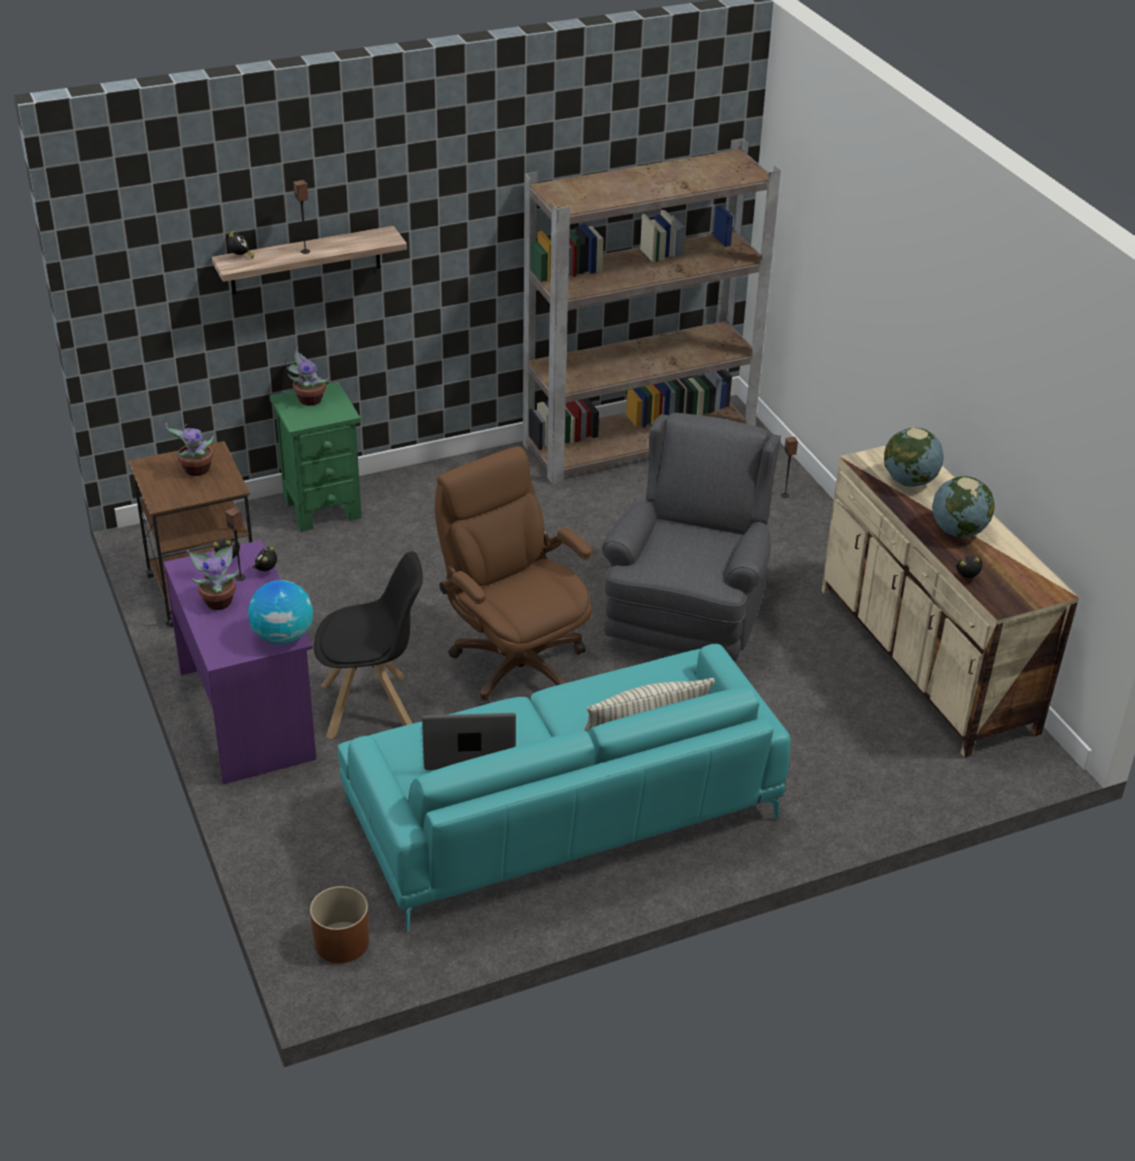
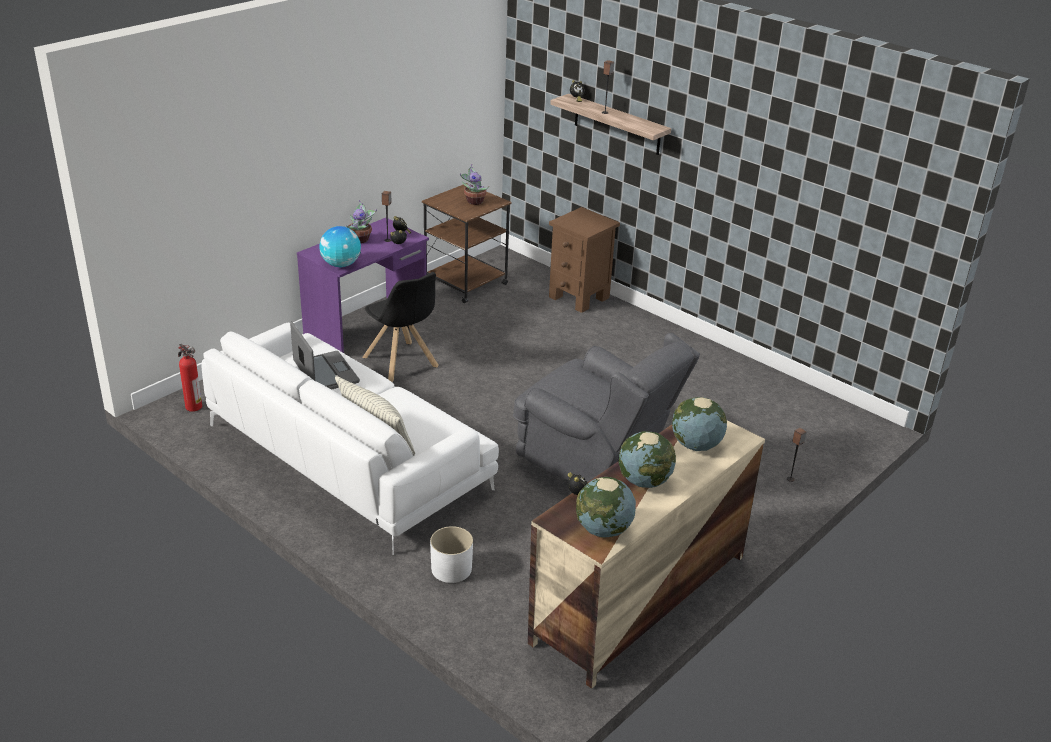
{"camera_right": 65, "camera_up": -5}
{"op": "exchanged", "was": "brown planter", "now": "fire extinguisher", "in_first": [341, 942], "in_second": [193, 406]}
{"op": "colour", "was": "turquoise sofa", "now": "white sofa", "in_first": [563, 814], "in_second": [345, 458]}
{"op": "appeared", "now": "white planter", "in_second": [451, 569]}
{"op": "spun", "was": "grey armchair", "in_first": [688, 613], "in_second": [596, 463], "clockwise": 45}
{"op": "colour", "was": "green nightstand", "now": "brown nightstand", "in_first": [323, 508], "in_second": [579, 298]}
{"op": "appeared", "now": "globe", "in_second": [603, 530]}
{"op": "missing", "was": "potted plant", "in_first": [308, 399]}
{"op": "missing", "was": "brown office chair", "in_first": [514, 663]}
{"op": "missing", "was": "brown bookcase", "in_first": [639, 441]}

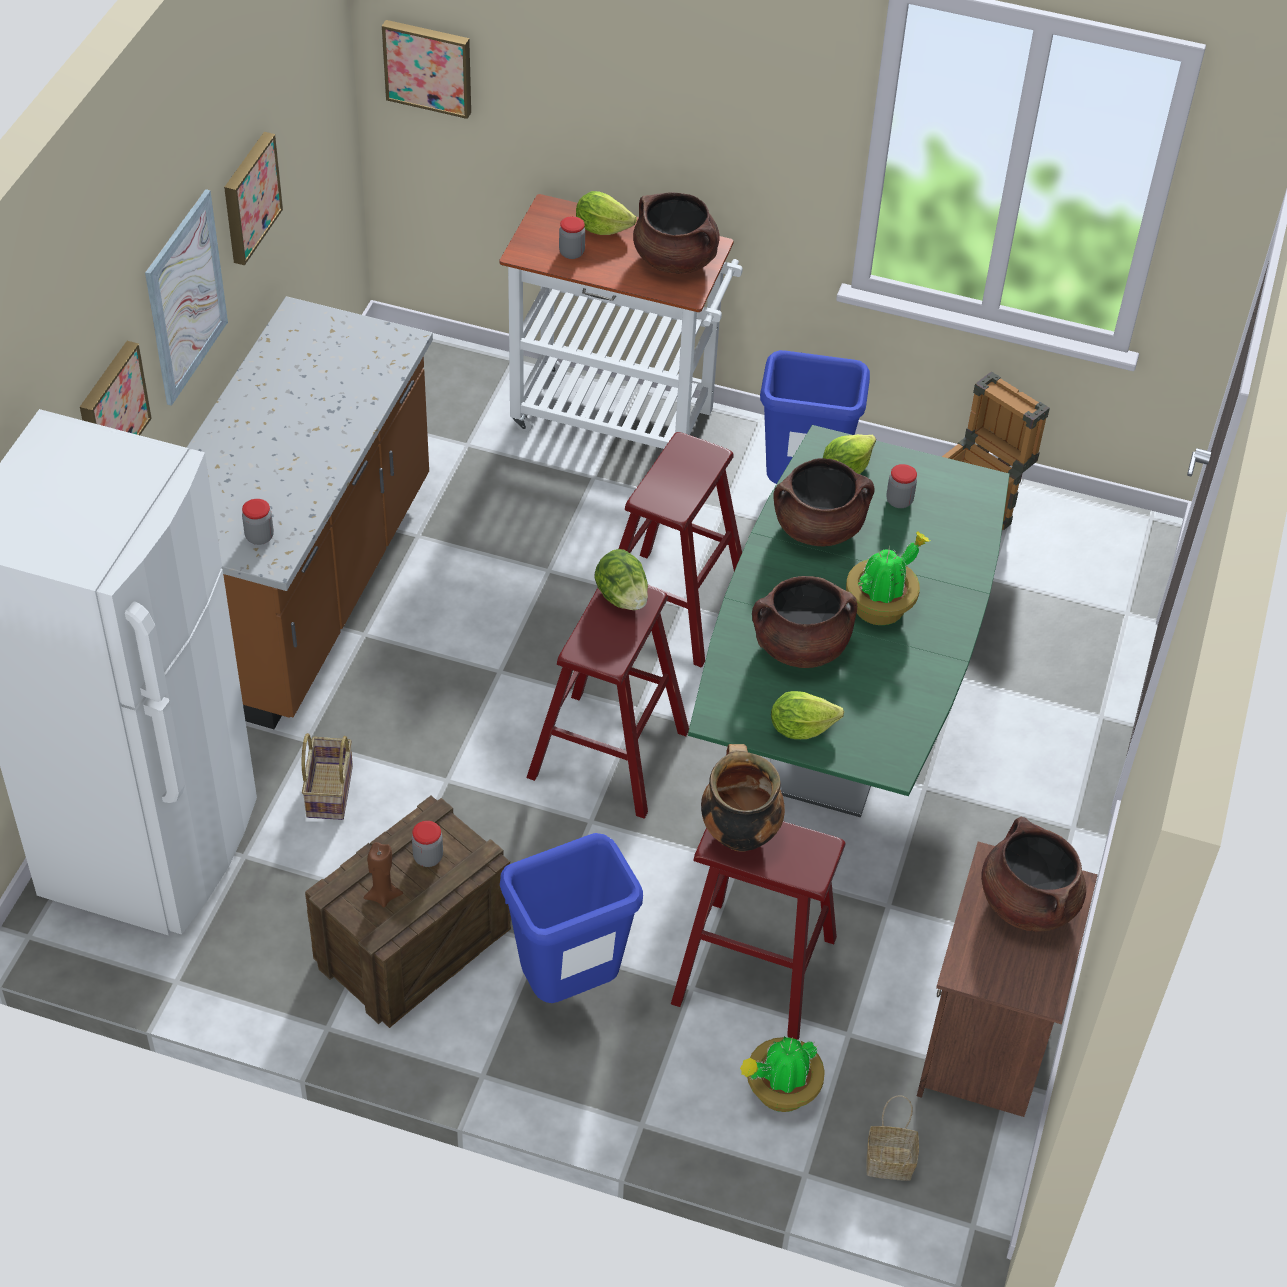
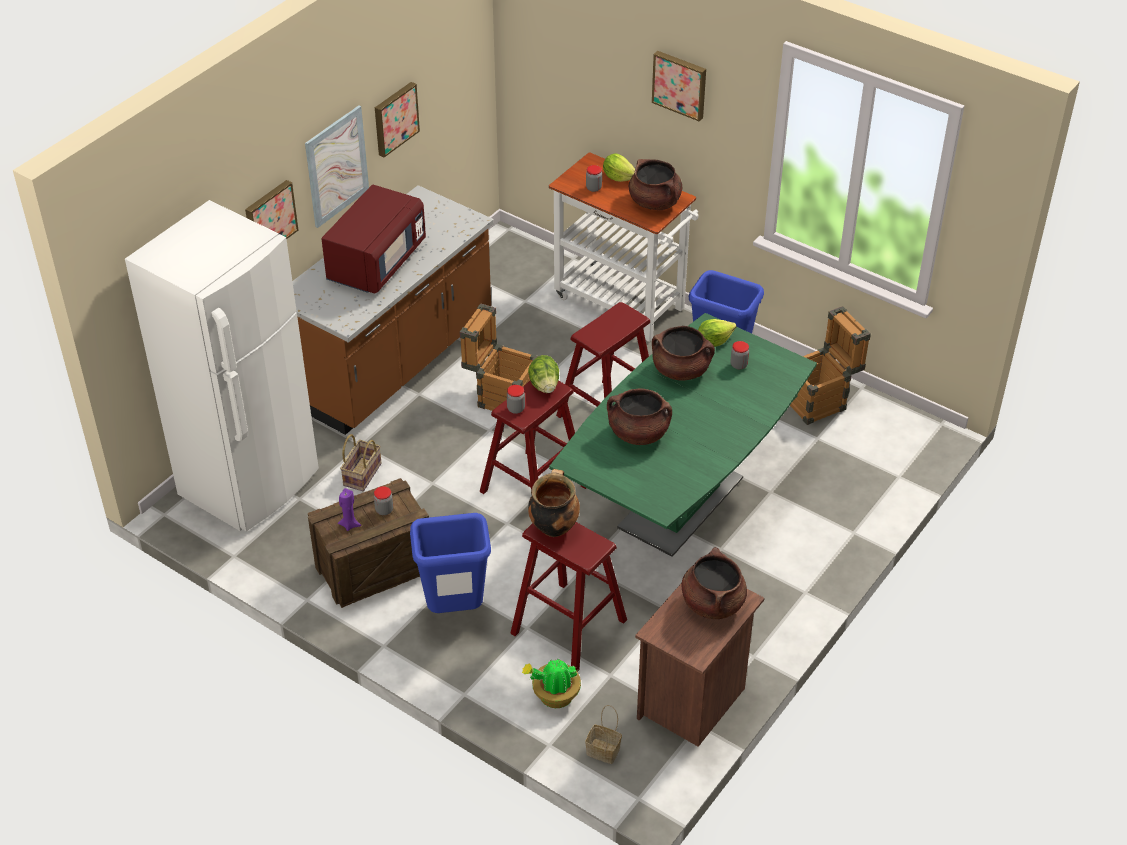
{"camera_right": 20, "camera_up": -5}
{"op": "appeared", "now": "red microwave", "in_second": [376, 263]}
{"op": "colour", "was": "brown candle", "now": "purple candle", "in_first": [382, 895], "in_second": [349, 524]}
{"op": "appeared", "now": "crate", "in_second": [501, 396]}
{"op": "relocated", "was": "jar", "in_first": [259, 537], "in_second": [516, 409]}
{"op": "relocated", "was": "picture", "in_first": [429, 66], "in_second": [680, 84]}
{"op": "missing", "was": "lettuce", "in_first": [800, 728]}
{"op": "missing", "was": "potted plant", "in_first": [881, 607]}

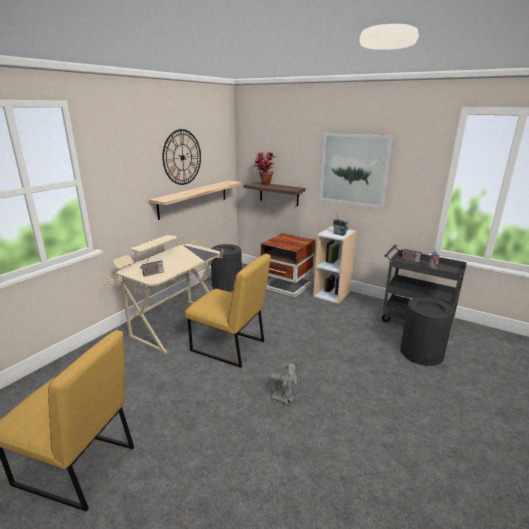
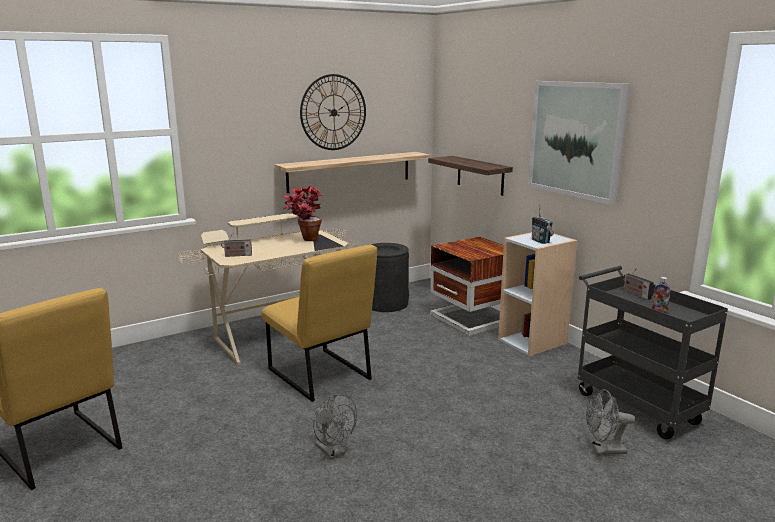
{"camera_right": 25, "camera_up": -5}
{"op": "relocated", "was": "potted plant", "in_first": [263, 184], "in_second": [304, 240]}
{"op": "exchanged", "was": "black trash can", "now": "grey fan", "in_first": [421, 353], "in_second": [604, 450]}

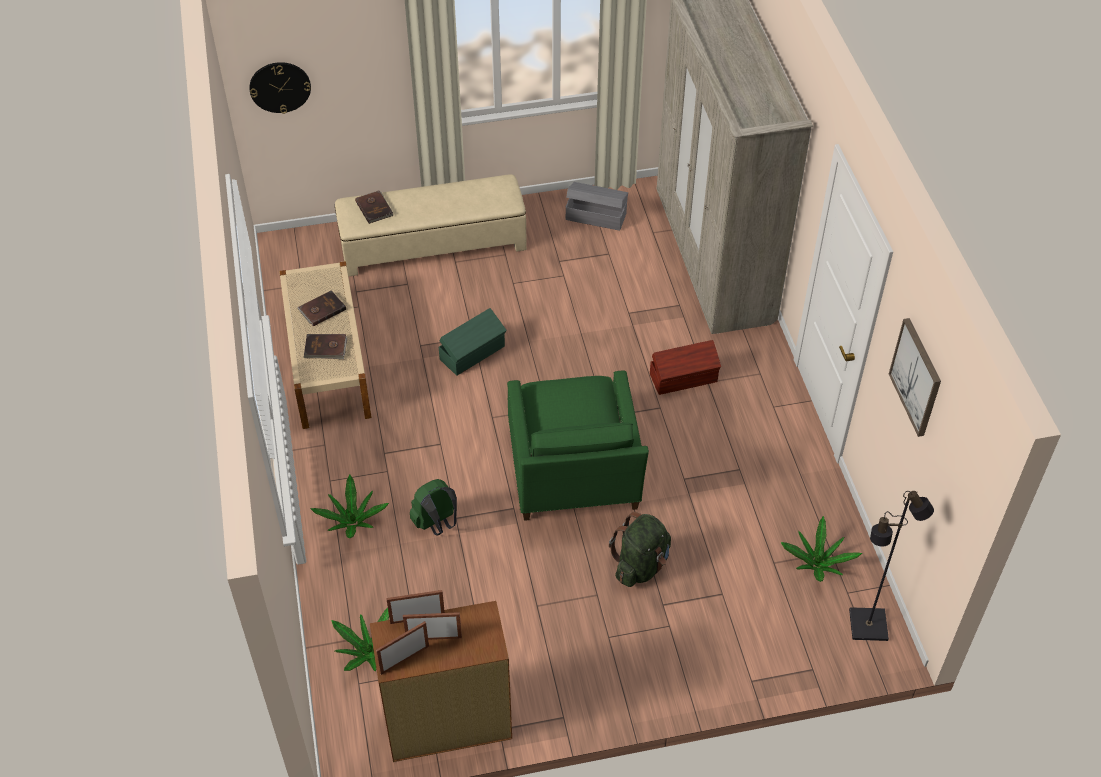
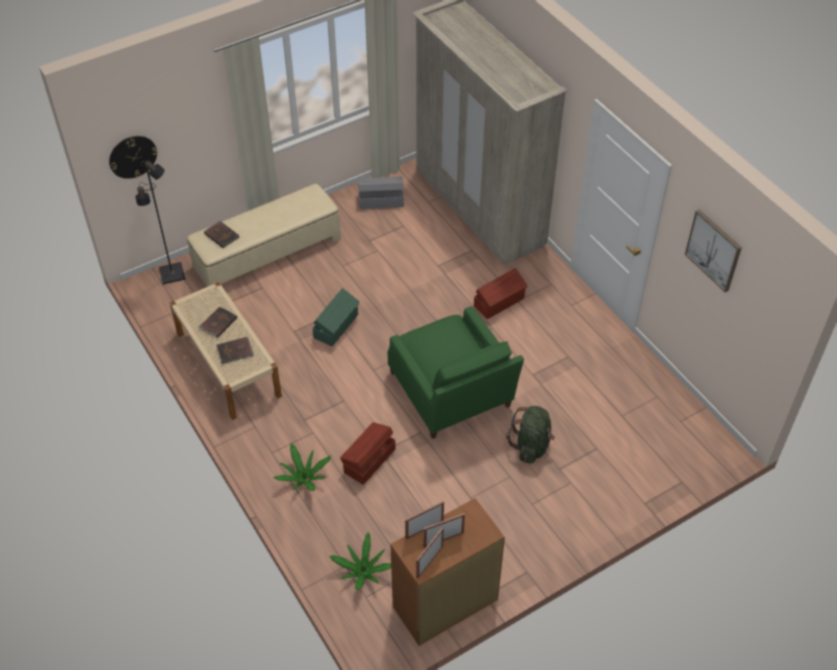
{"camera_right": -20, "camera_up": 0}
{"op": "relocated", "was": "black floor lamp", "in_first": [868, 624], "in_second": [172, 274]}
{"op": "exchanged", "was": "green backpack", "now": "brown storage box", "in_first": [436, 523], "in_second": [368, 460]}
{"op": "missing", "was": "potted plant", "in_first": [817, 563]}

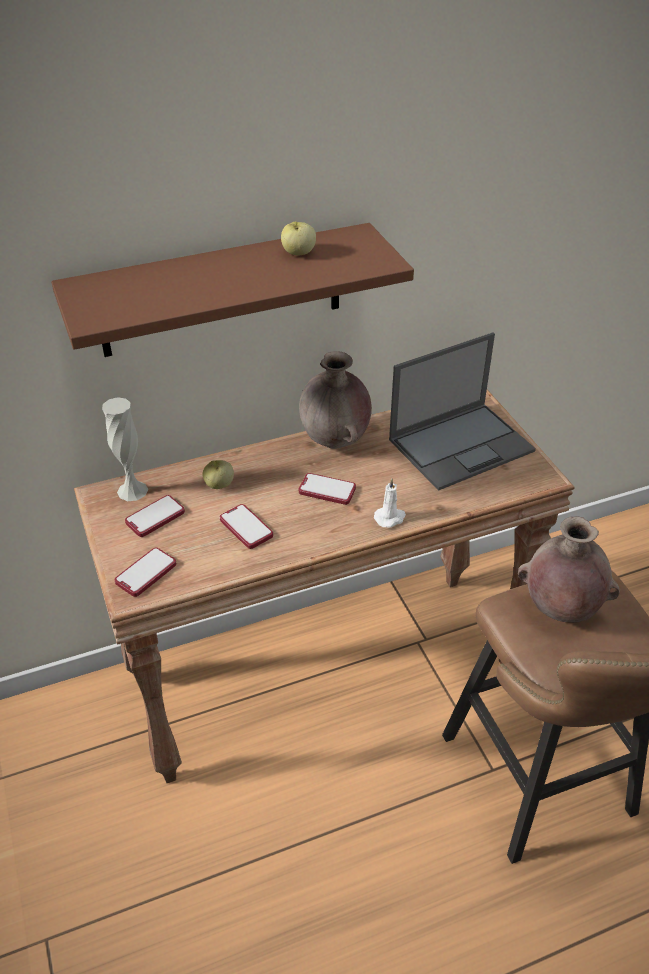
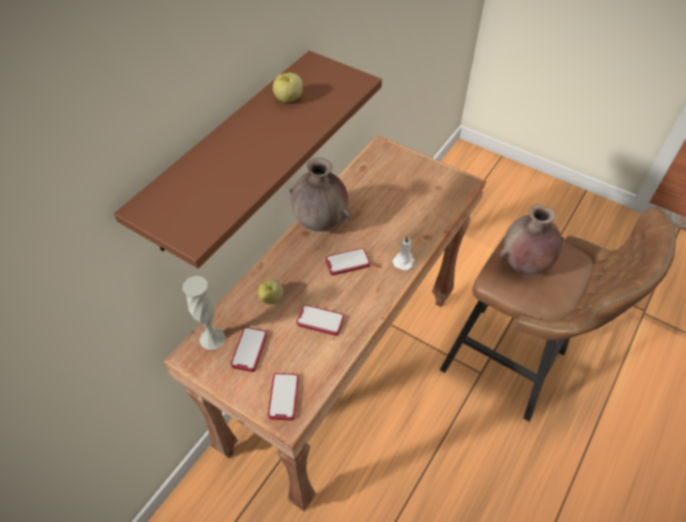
{"camera_right": -35, "camera_up": 10}
{"op": "missing", "was": "laptop", "in_first": [462, 445]}

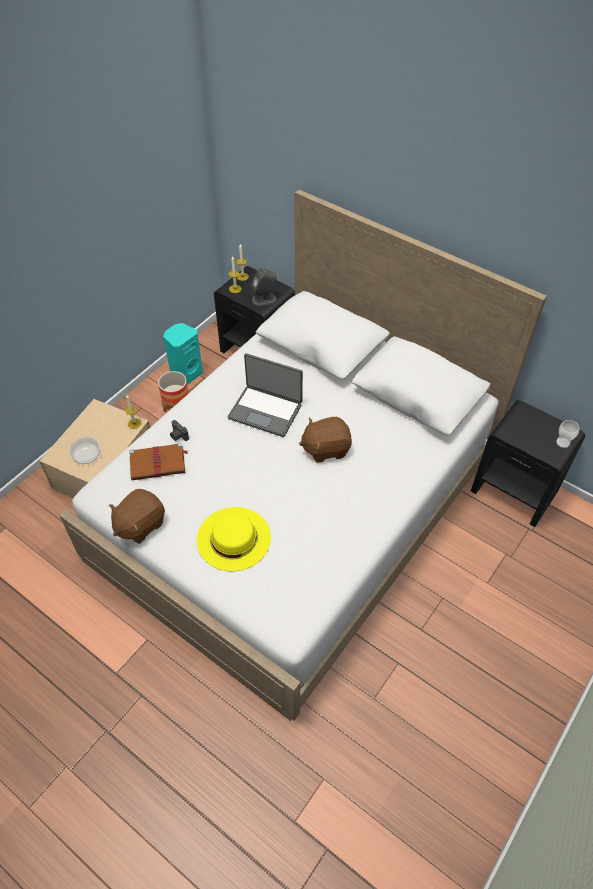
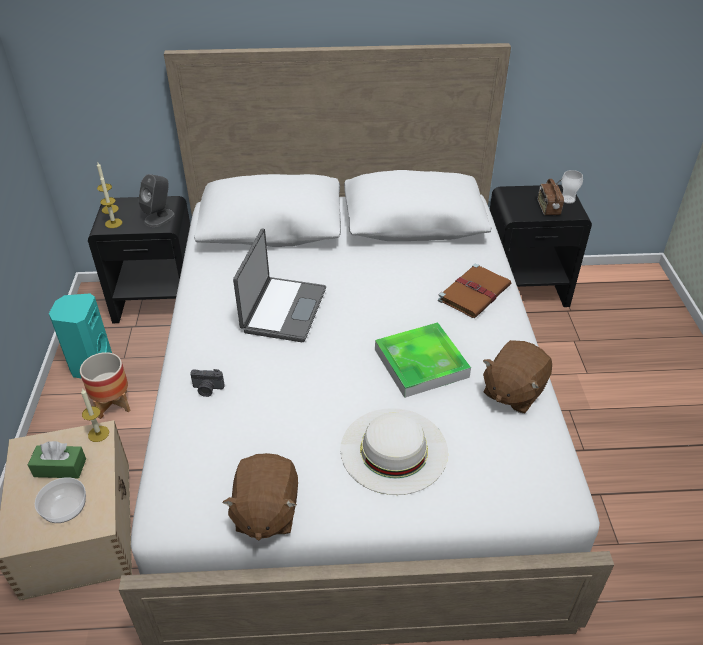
{"camera_right": -40, "camera_up": -10}
{"op": "appeared", "now": "green tissue box", "in_second": [60, 468]}
{"op": "spun", "was": "laptop", "in_first": [266, 410], "in_second": [282, 310], "clockwise": -60}
{"op": "colour", "was": "yellow hat", "now": "white hat", "in_first": [233, 538], "in_second": [393, 450]}
{"op": "appeared", "now": "tray", "in_second": [421, 363]}
{"op": "relocated", "was": "brown book", "in_first": [158, 463], "in_second": [475, 292]}
{"op": "relocated", "was": "brown plush toy", "in_first": [326, 448], "in_second": [513, 391]}
{"op": "appeared", "now": "radio", "in_second": [547, 208]}

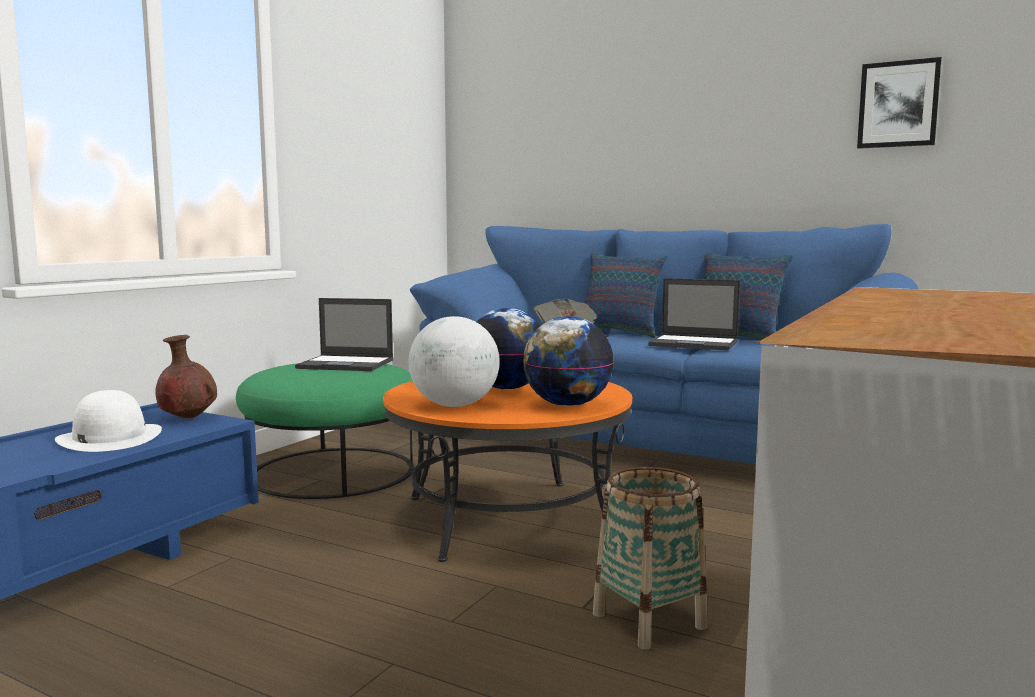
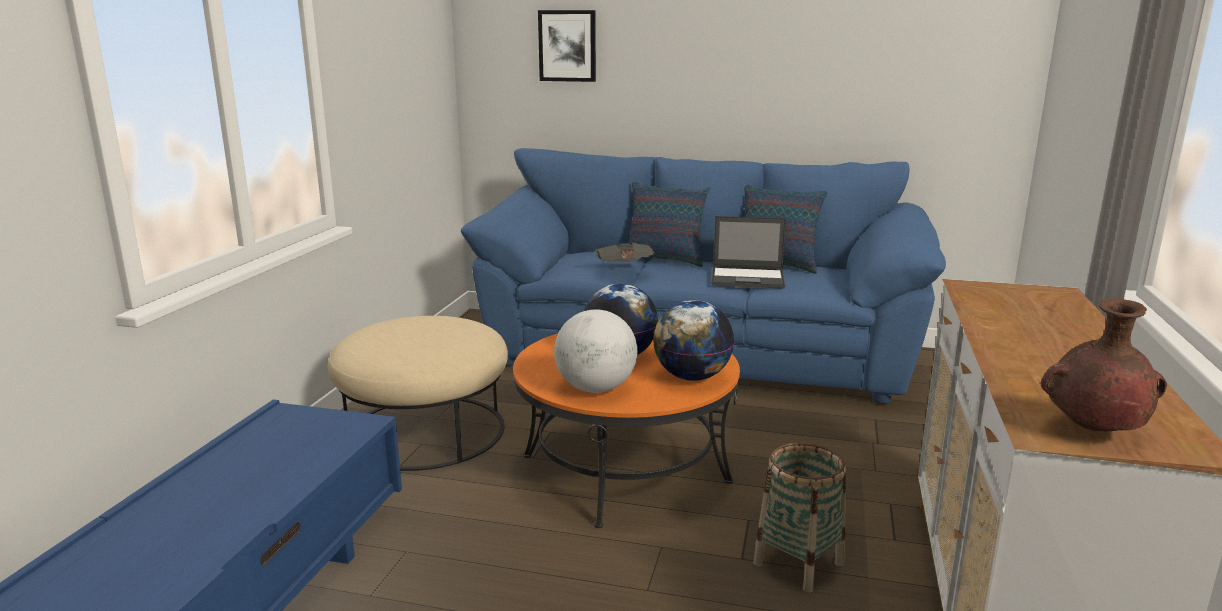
{"camera_right": -15, "camera_up": 10}
{"op": "colour", "was": "green ottoman", "now": "beige ottoman", "in_first": [333, 471], "in_second": [425, 430]}
{"op": "relocated", "was": "picture", "in_first": [898, 104], "in_second": [567, 46]}
{"op": "relocated", "was": "brown vase", "in_first": [187, 419], "in_second": [1092, 430]}
{"op": "missing", "was": "white hat", "in_first": [109, 438]}
{"op": "missing", "was": "laptop", "in_first": [347, 364]}

